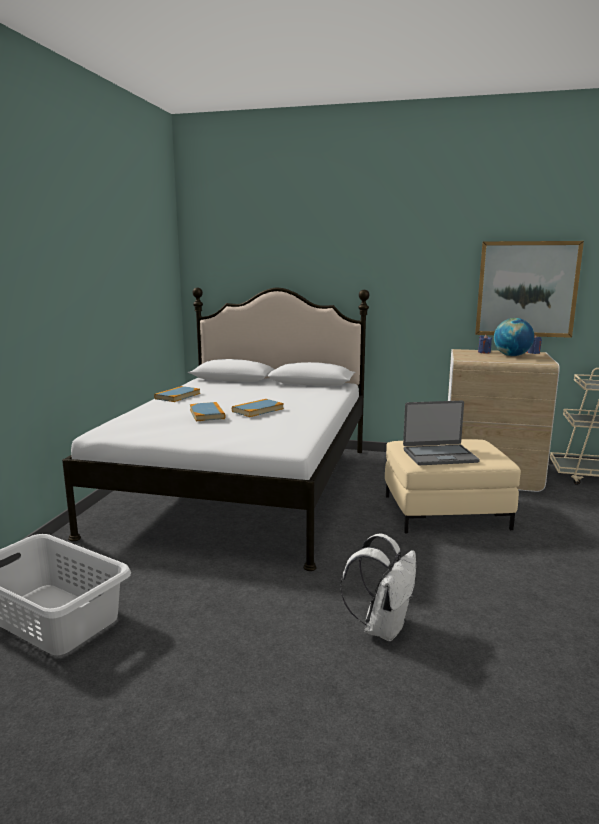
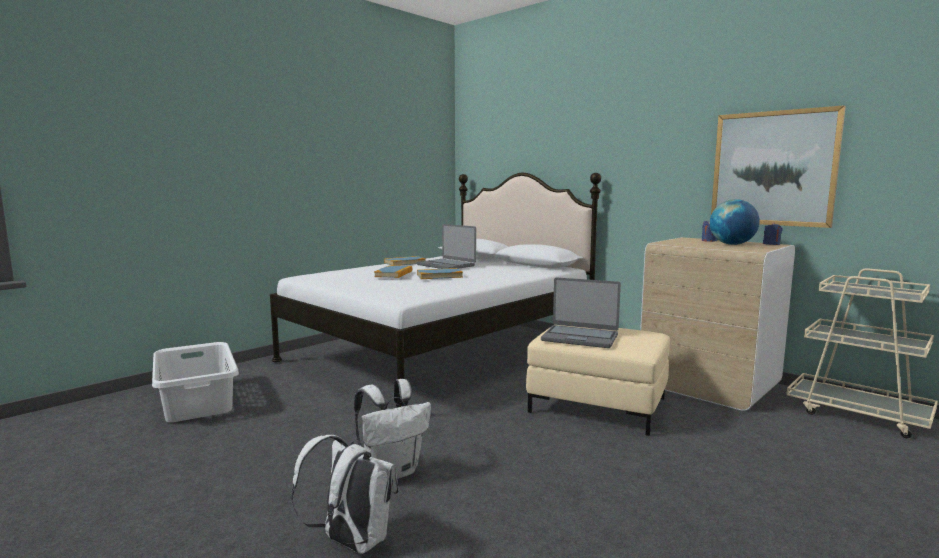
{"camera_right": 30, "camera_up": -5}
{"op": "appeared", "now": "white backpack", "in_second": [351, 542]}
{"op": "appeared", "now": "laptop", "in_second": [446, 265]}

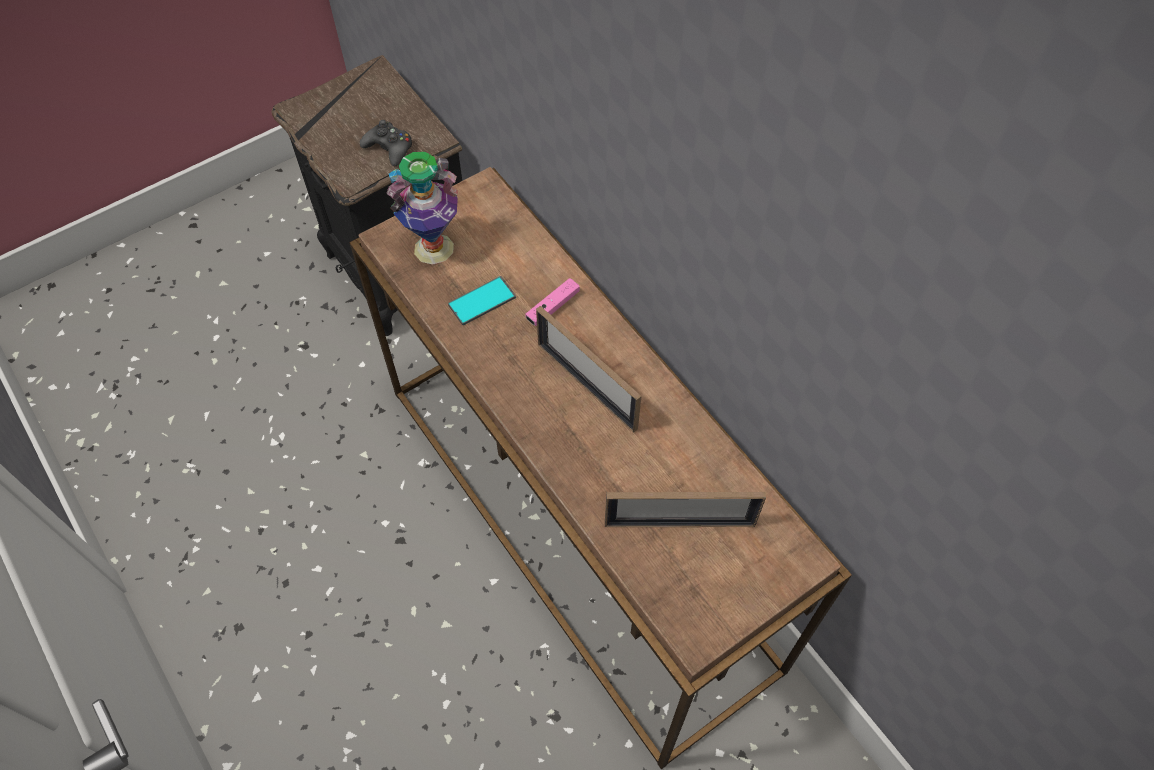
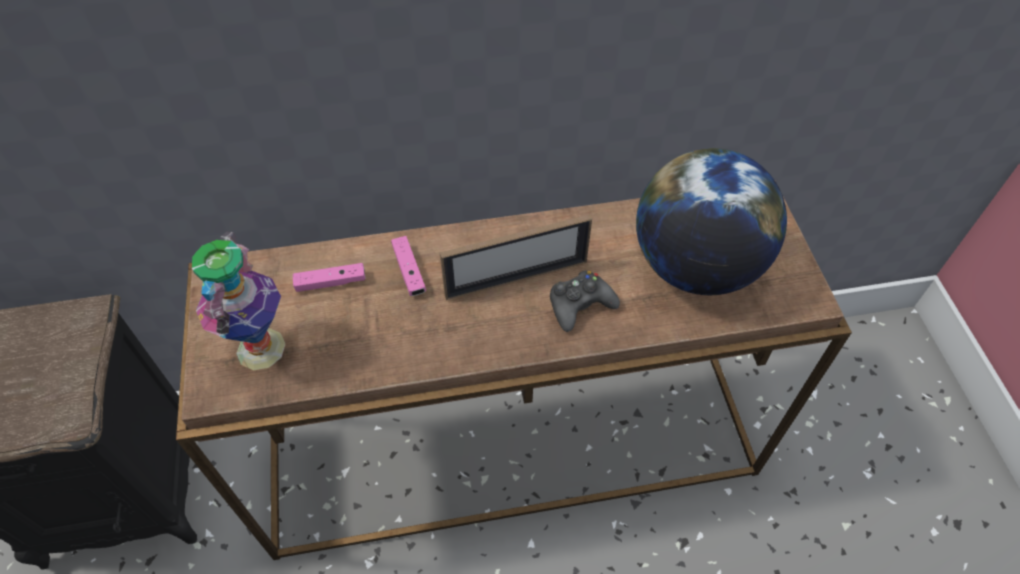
{"camera_right": -65, "camera_up": -5}
{"op": "appeared", "now": "pink game controller", "in_second": [331, 282]}
{"op": "relocated", "was": "black game controller", "in_first": [389, 148], "in_second": [580, 305]}
{"op": "exchanged", "was": "picture frame", "now": "globe", "in_first": [679, 524], "in_second": [695, 266]}
{"op": "missing", "was": "phone", "in_first": [482, 301]}

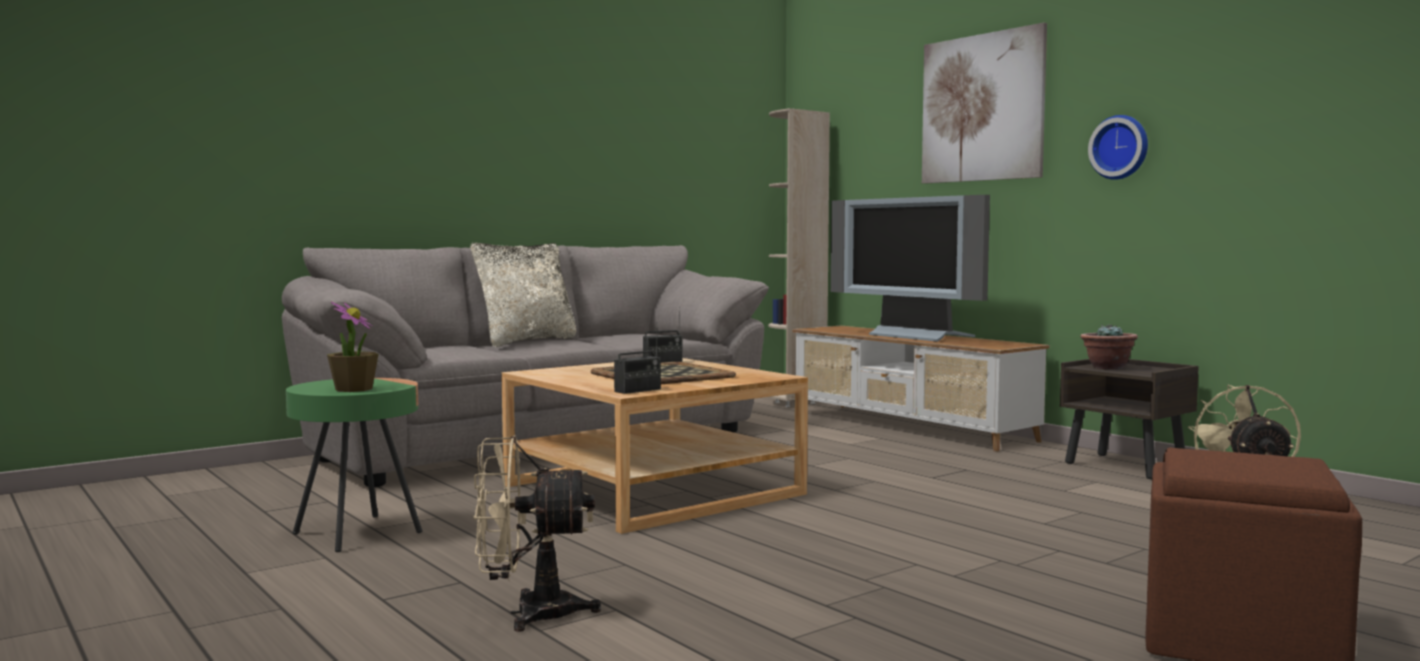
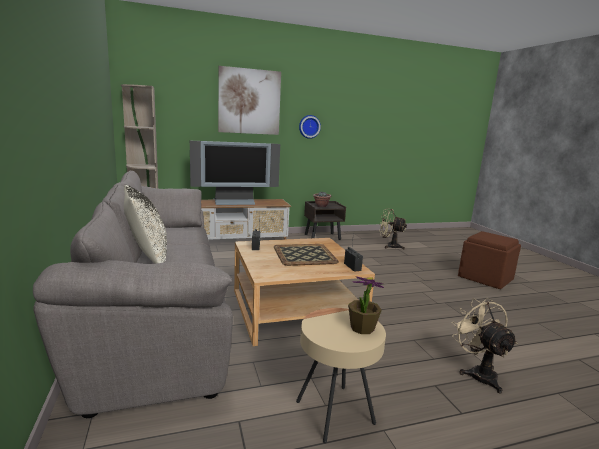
{"camera_right": -70, "camera_up": 10}
{"op": "colour", "was": "green side table", "now": "beige side table", "in_first": [358, 533], "in_second": [334, 412]}
{"op": "spun", "was": "beige fan", "in_first": [529, 613], "in_second": [478, 373], "clockwise": 150}

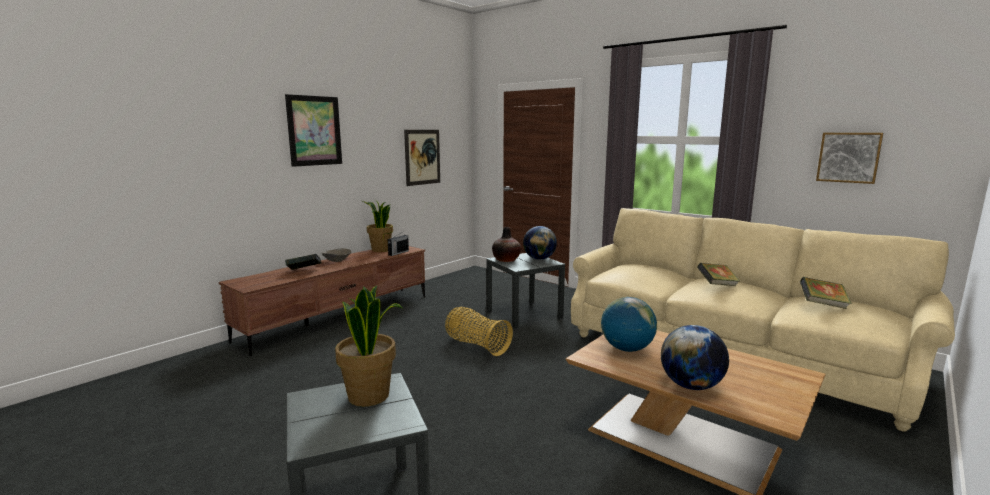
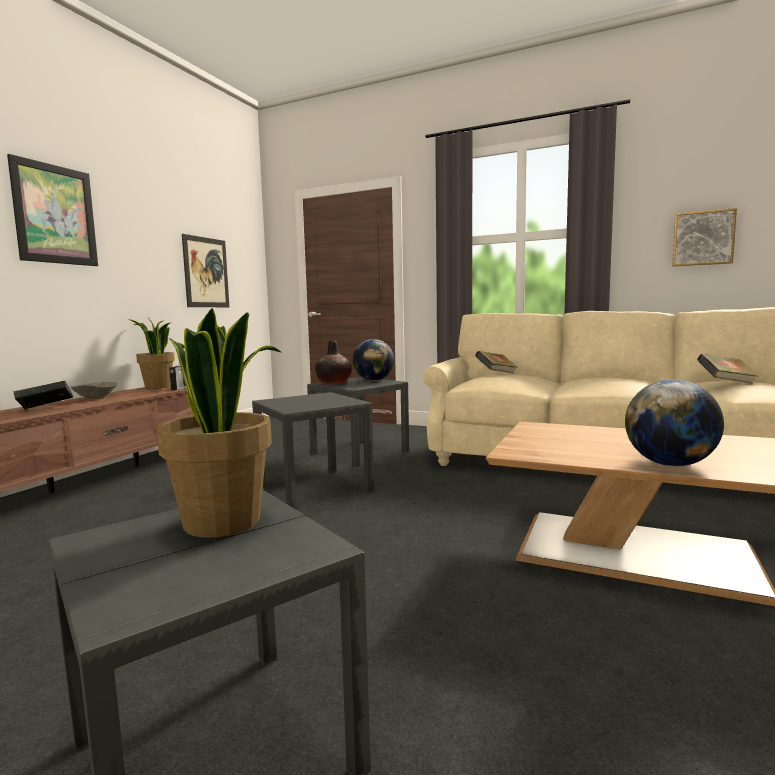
{"camera_right": -15, "camera_up": -5}
{"op": "exchanged", "was": "basket", "now": "grey side table", "in_first": [476, 345], "in_second": [314, 488]}
{"op": "relocated", "was": "book", "in_first": [717, 285], "in_second": [496, 374]}
{"op": "missing", "was": "globe", "in_first": [627, 349]}

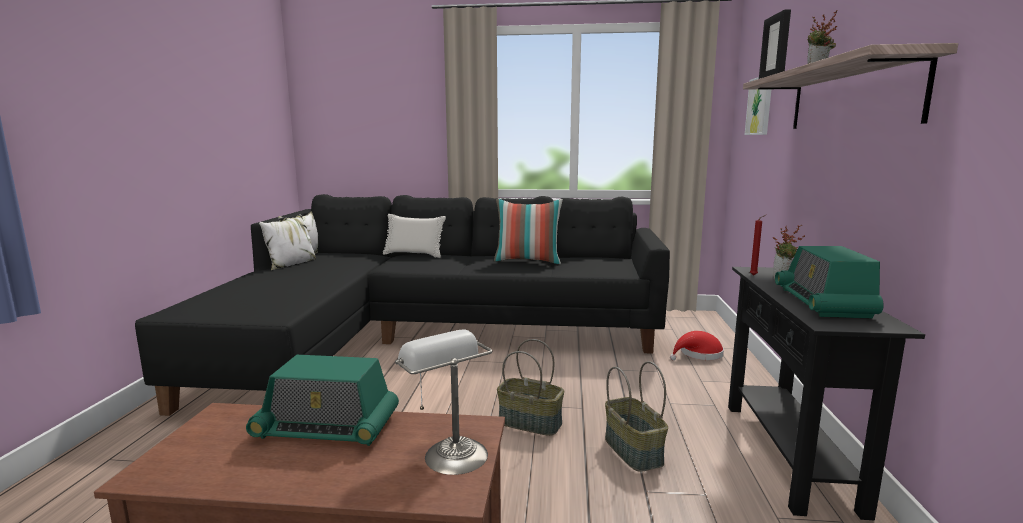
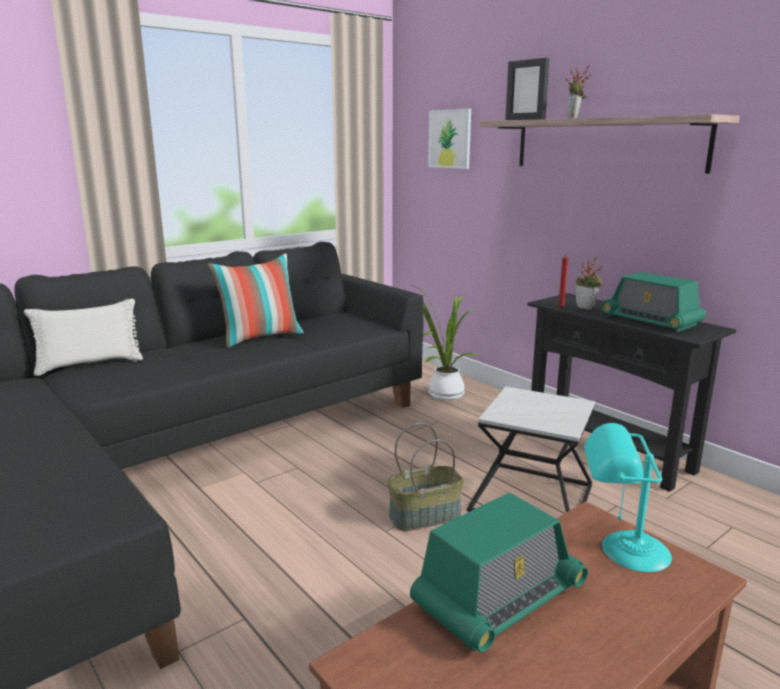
{"camera_right": -45, "camera_up": 5}
{"op": "exchanged", "was": "red hat", "now": "potted plant", "in_first": [698, 354], "in_second": [443, 394]}
{"op": "exchanged", "was": "basket", "now": "side table", "in_first": [634, 451], "in_second": [532, 497]}
{"op": "colour", "was": "white table lamp", "now": "turquoise table lamp", "in_first": [448, 450], "in_second": [621, 550]}

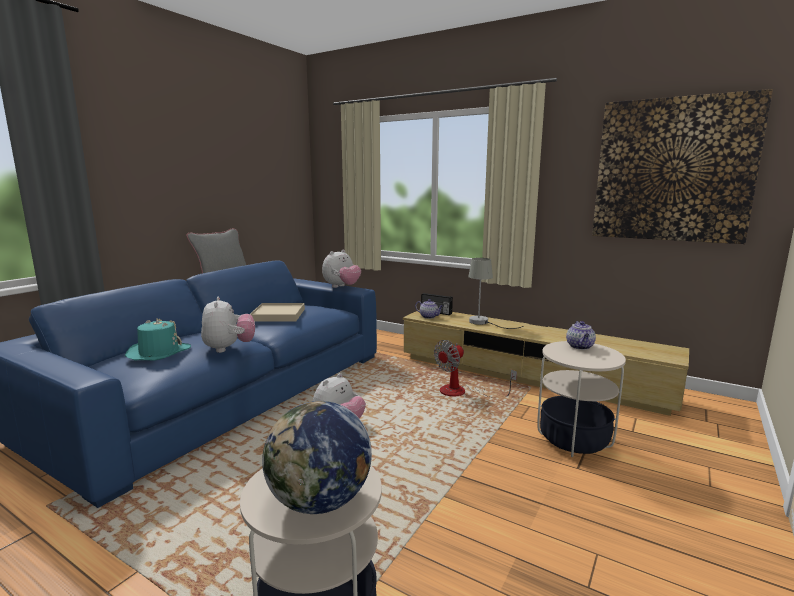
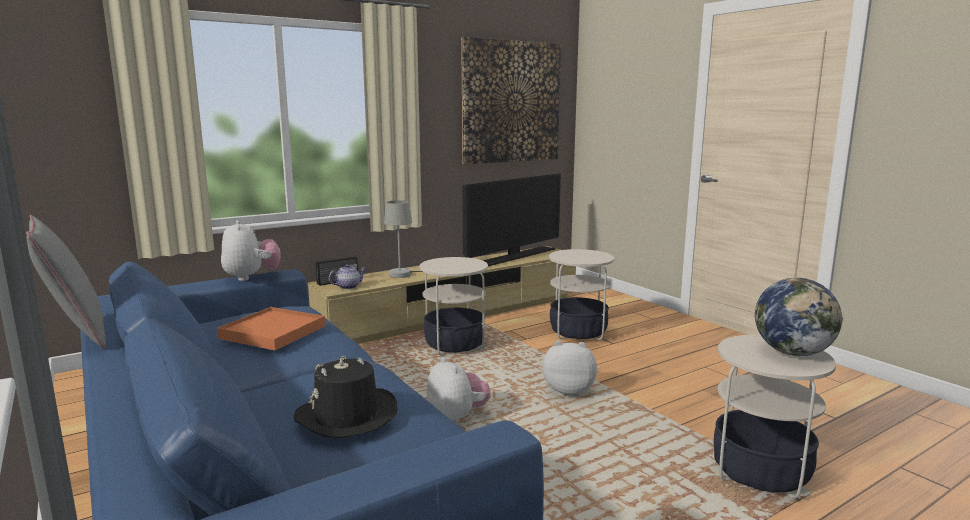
{"camera_right": -65, "camera_up": 0}
{"op": "colour", "was": "beige tray", "now": "orange tray", "in_first": [278, 315], "in_second": [273, 332]}
{"op": "colour", "was": "turquoise hat", "now": "black hat", "in_first": [158, 352], "in_second": [346, 416]}
{"op": "exchanged", "was": "fan", "now": "beige side table", "in_first": [462, 392], "in_second": [454, 346]}
{"op": "appeared", "now": "television", "in_second": [513, 257]}
{"op": "relocated", "was": "plush toy", "in_first": [229, 348], "in_second": [569, 391]}
{"op": "missing", "was": "teapot", "in_first": [580, 347]}

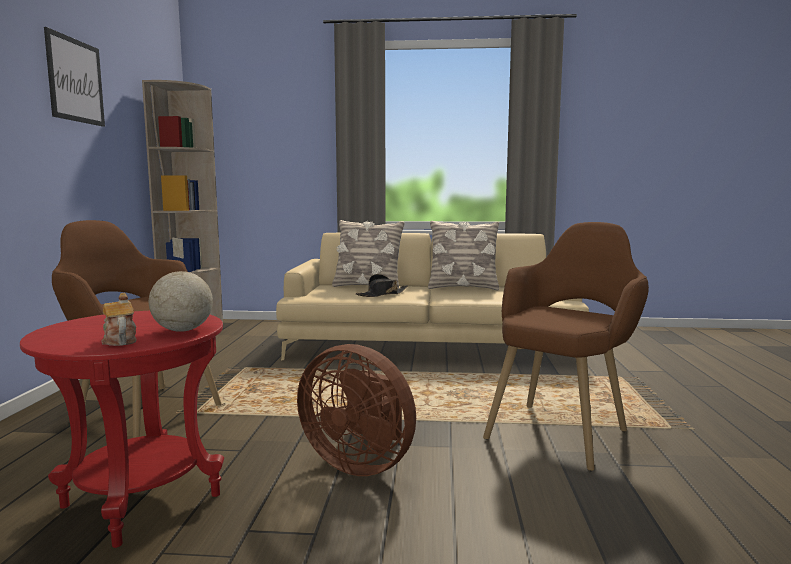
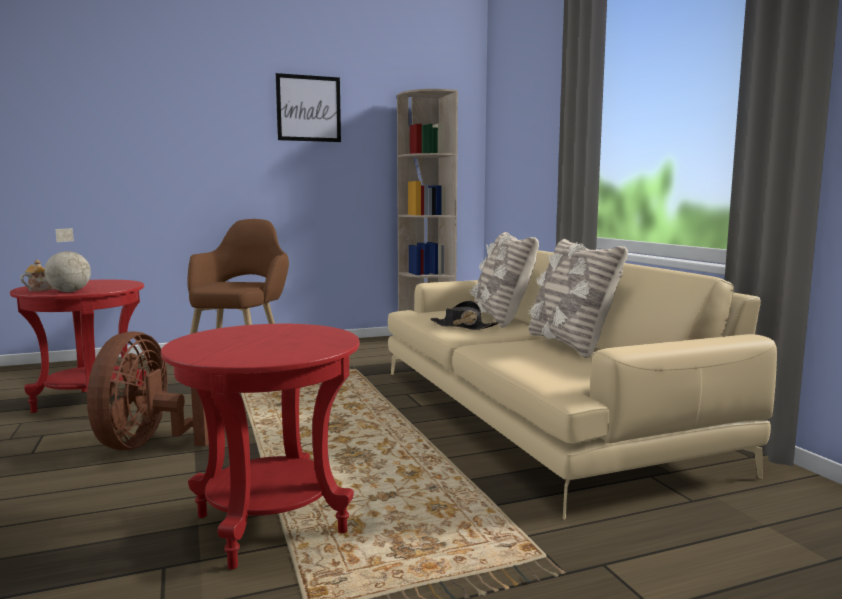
{"camera_right": 65, "camera_up": 0}
{"op": "exchanged", "was": "brown armchair", "now": "red side table", "in_first": [563, 428], "in_second": [270, 524]}

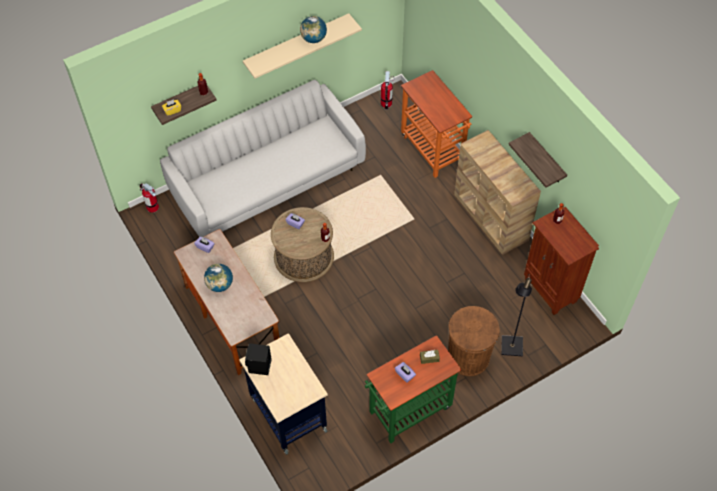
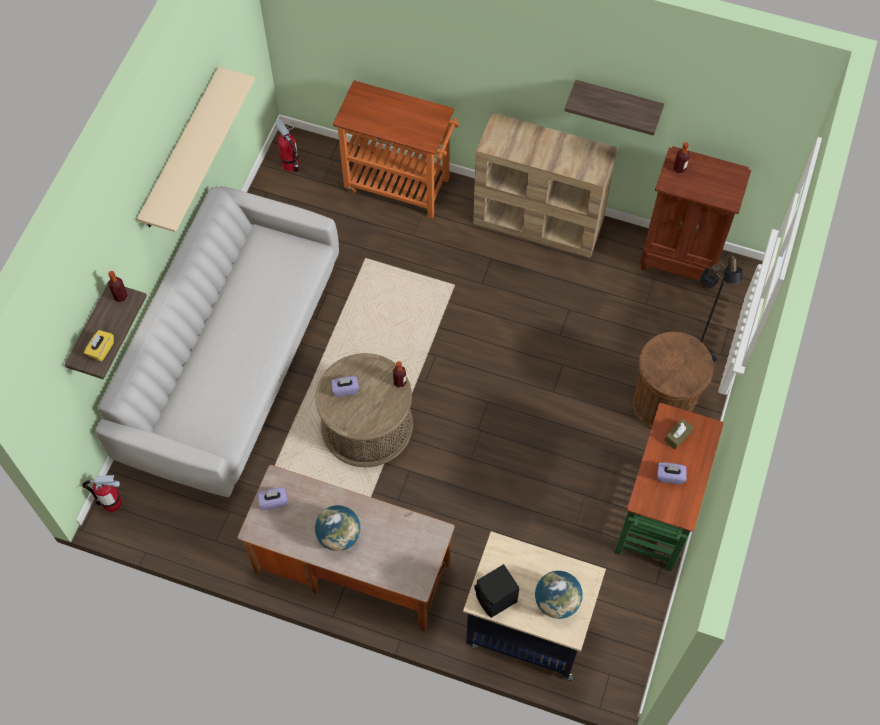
{"camera_right": -40, "camera_up": 5}
{"op": "relocated", "was": "globe", "in_first": [313, 39], "in_second": [557, 601]}

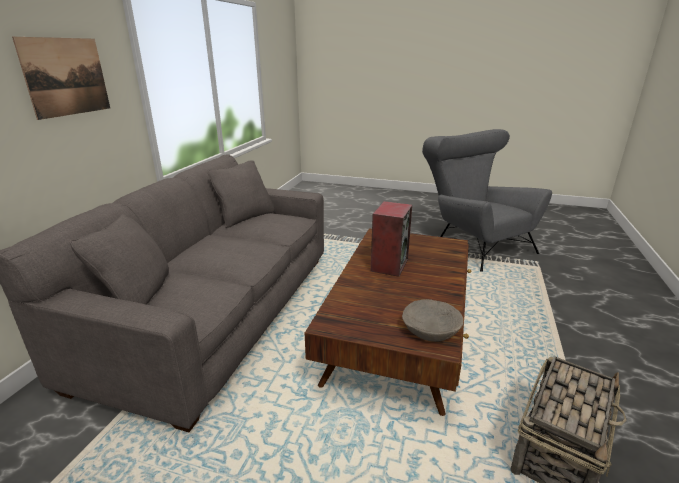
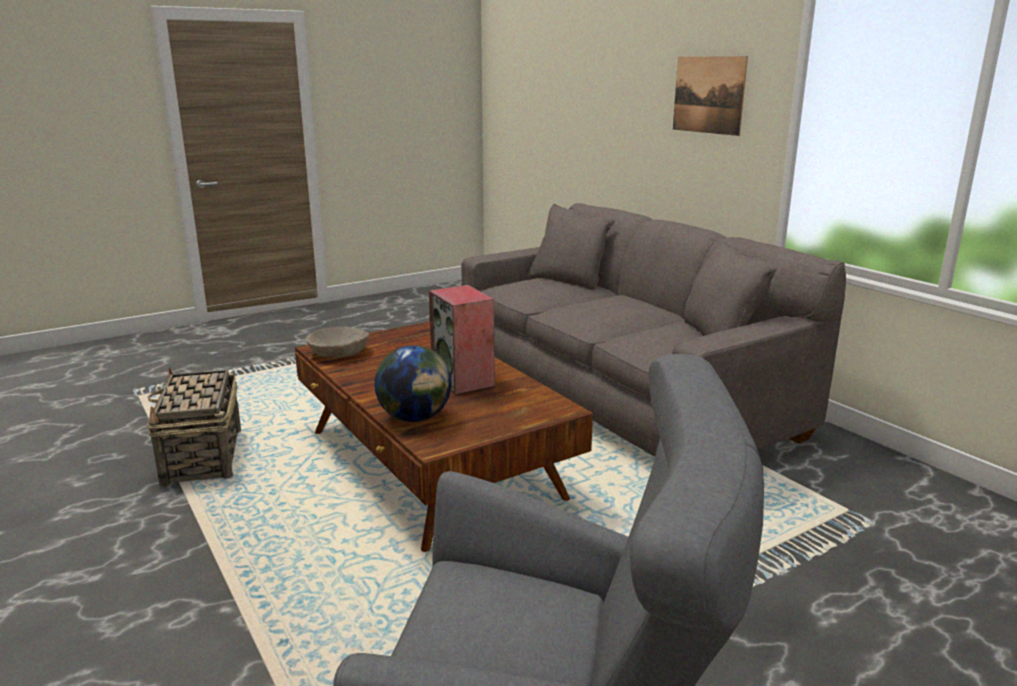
{"camera_right": 130, "camera_up": -5}
{"op": "appeared", "now": "globe", "in_second": [415, 418]}

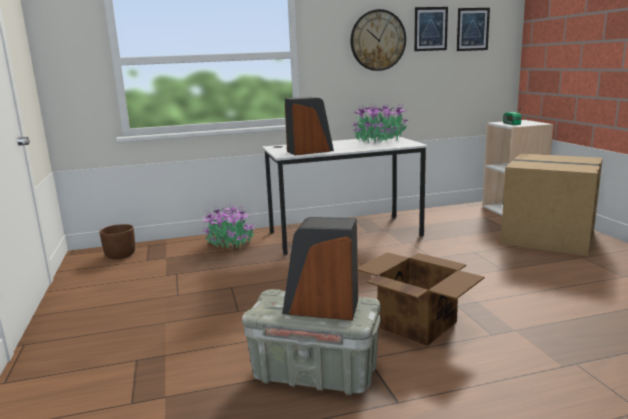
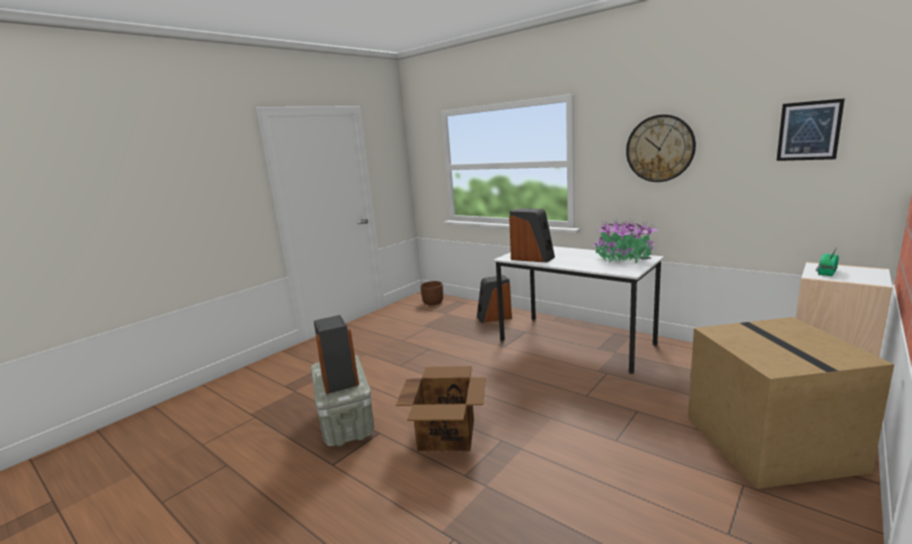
{"camera_right": 55, "camera_up": 0}
{"op": "exchanged", "was": "potted plant", "now": "speaker", "in_first": [229, 243], "in_second": [494, 317]}
{"op": "missing", "was": "picture", "in_first": [430, 29]}

